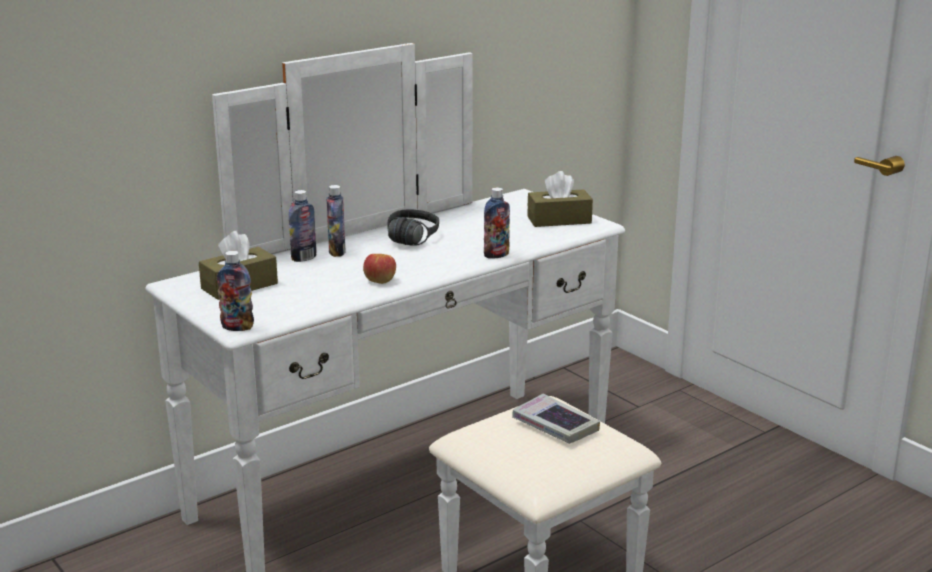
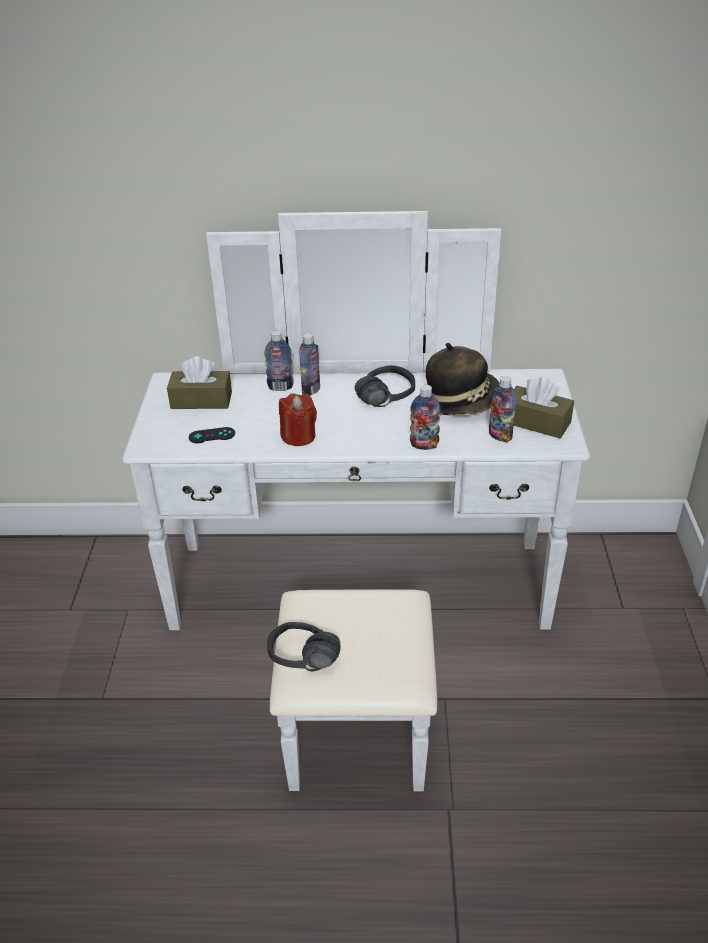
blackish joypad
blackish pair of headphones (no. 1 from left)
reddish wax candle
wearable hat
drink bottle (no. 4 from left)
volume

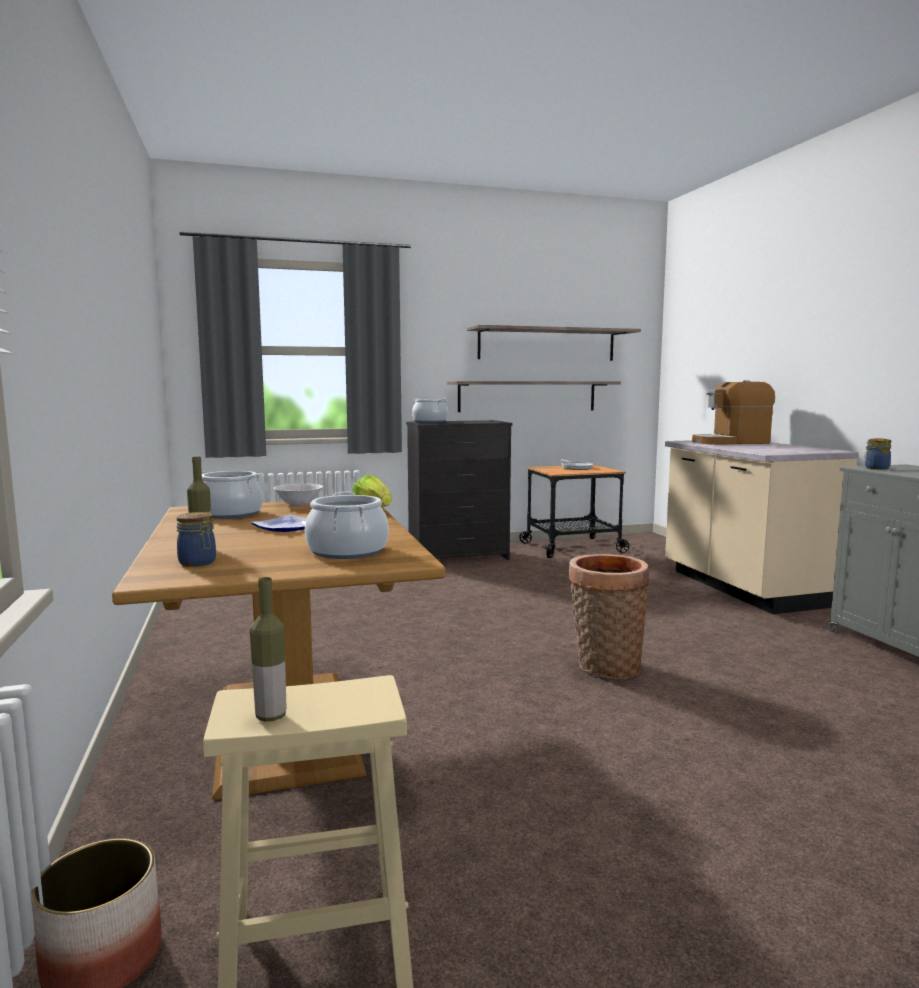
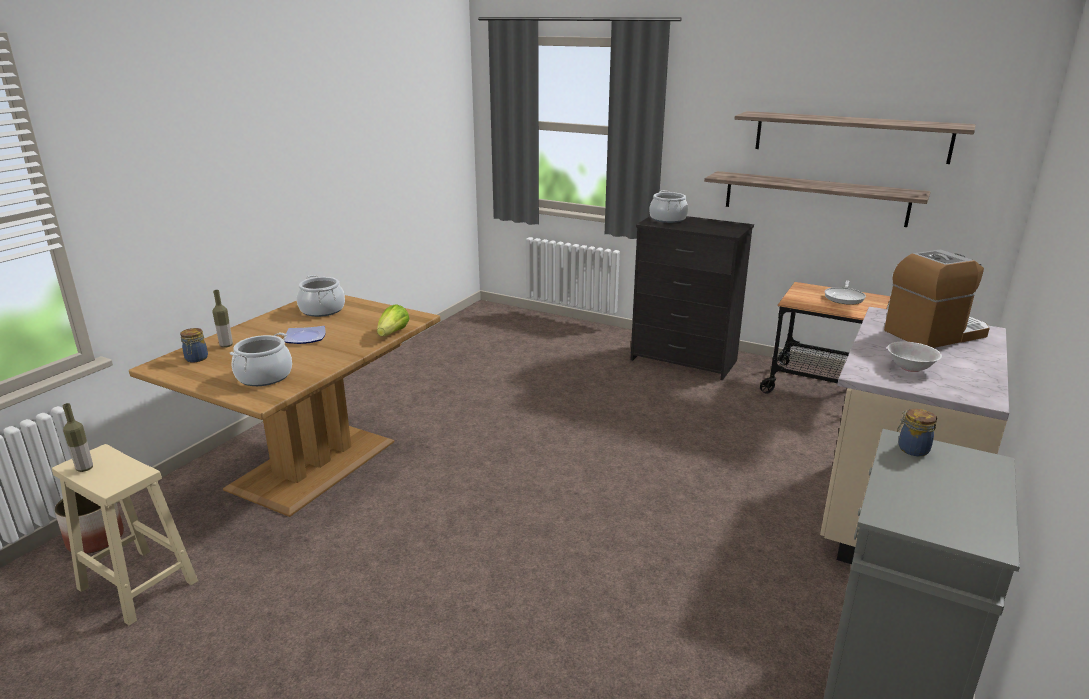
coffee maker
whitish serving bowl
household basket

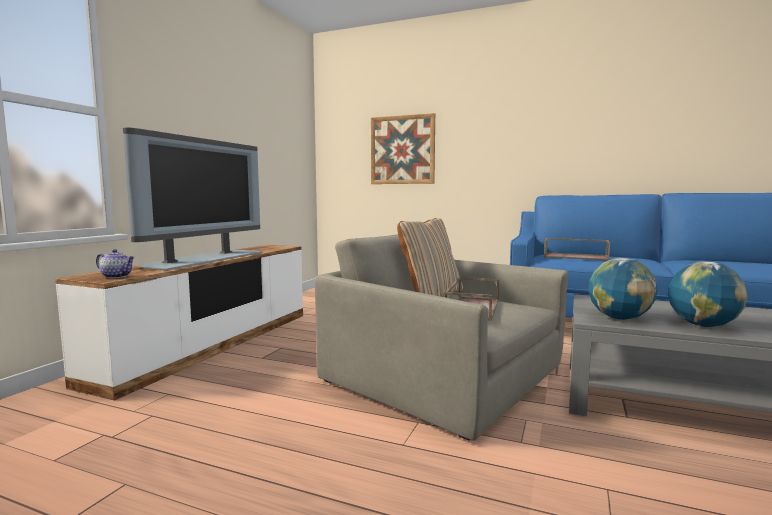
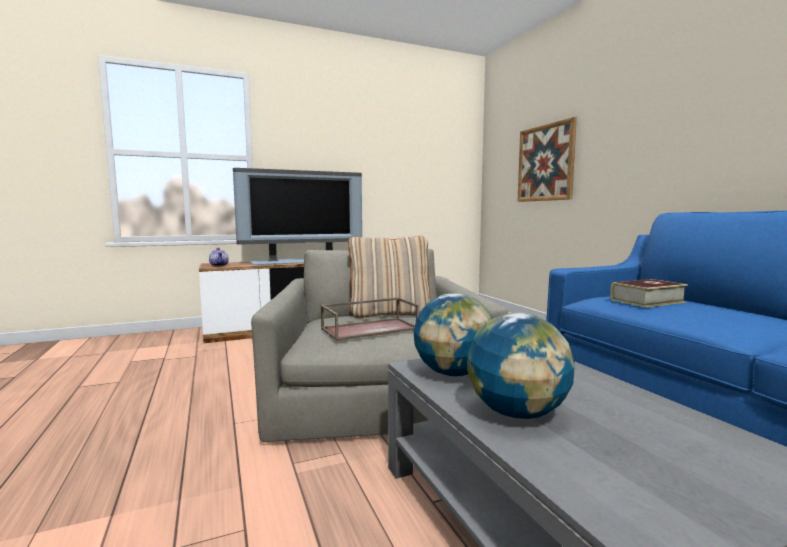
volume

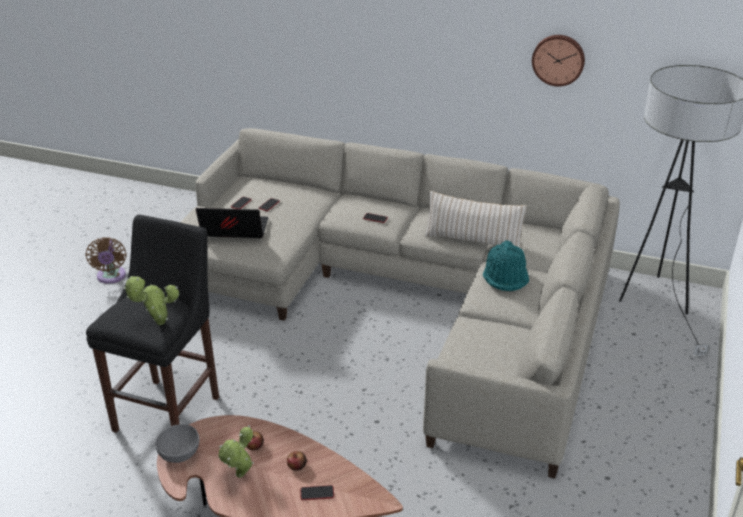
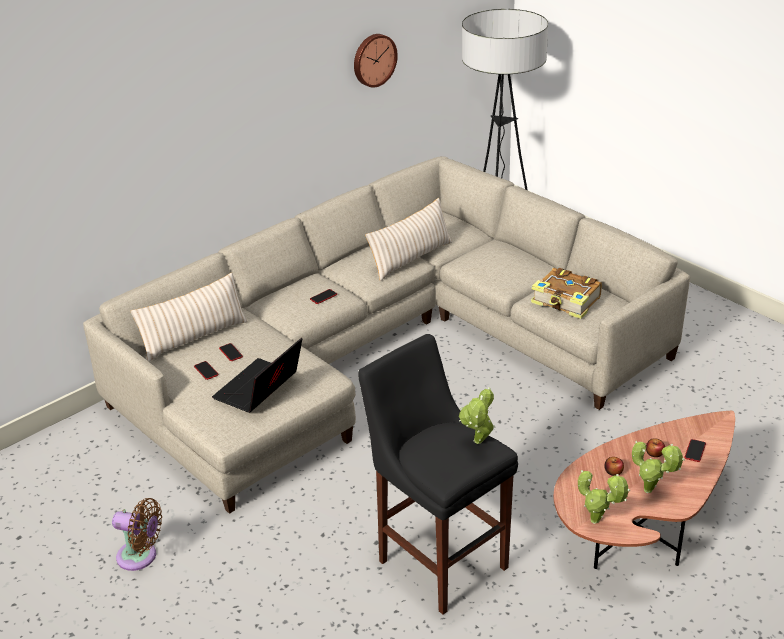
beige-coloured cushion (no. 1 from left)
volume
houseplant (no. 2 from left)
turquoise-coloured wearable hat

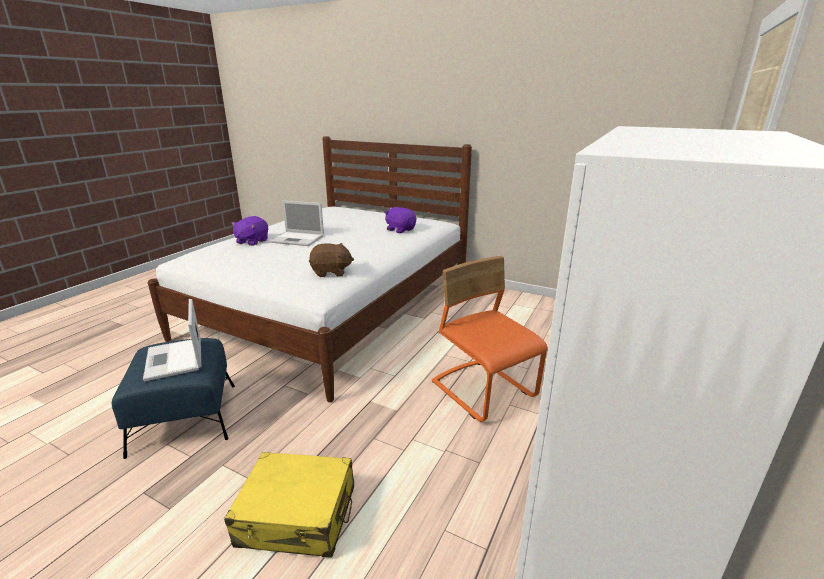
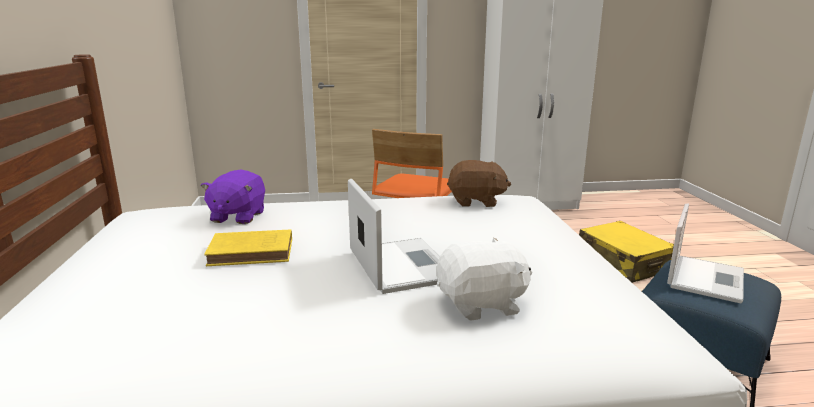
yellow volume
whitish soft toy
brown soft toy

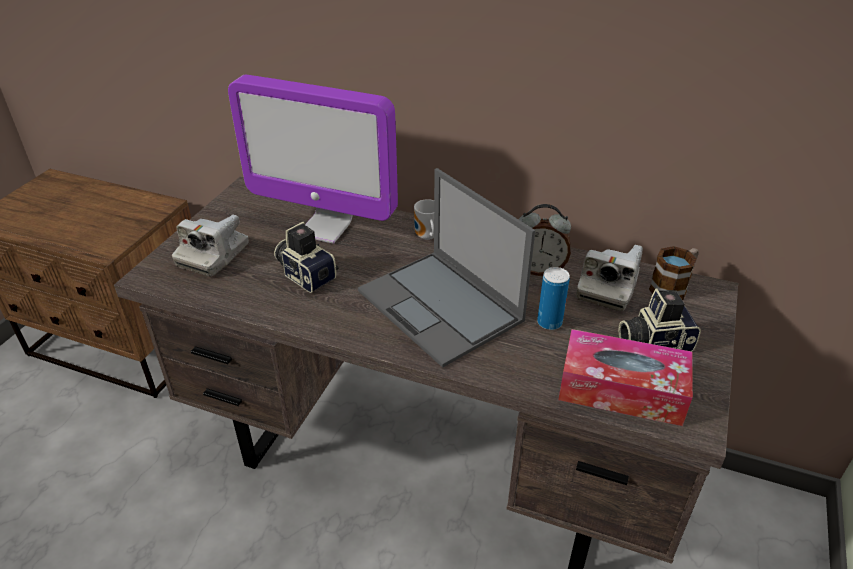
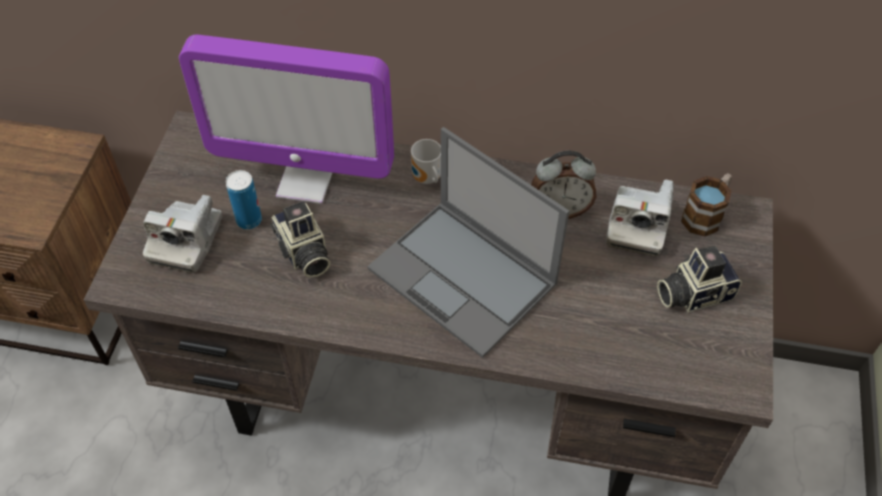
sealed can
still camera (no. 2 from left)
box of tissues

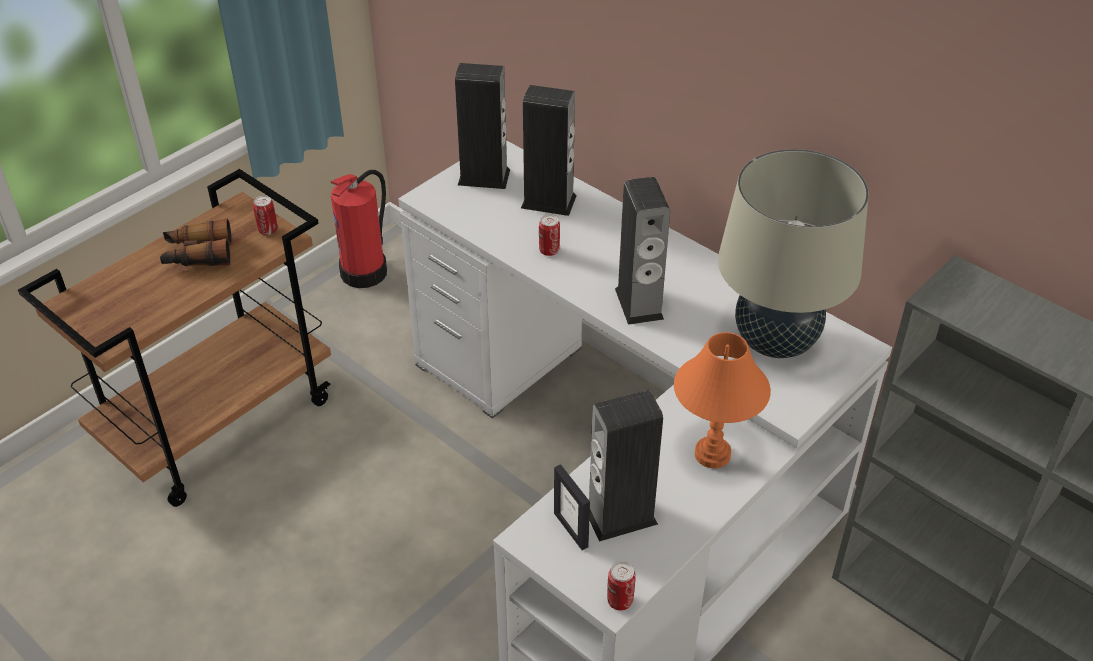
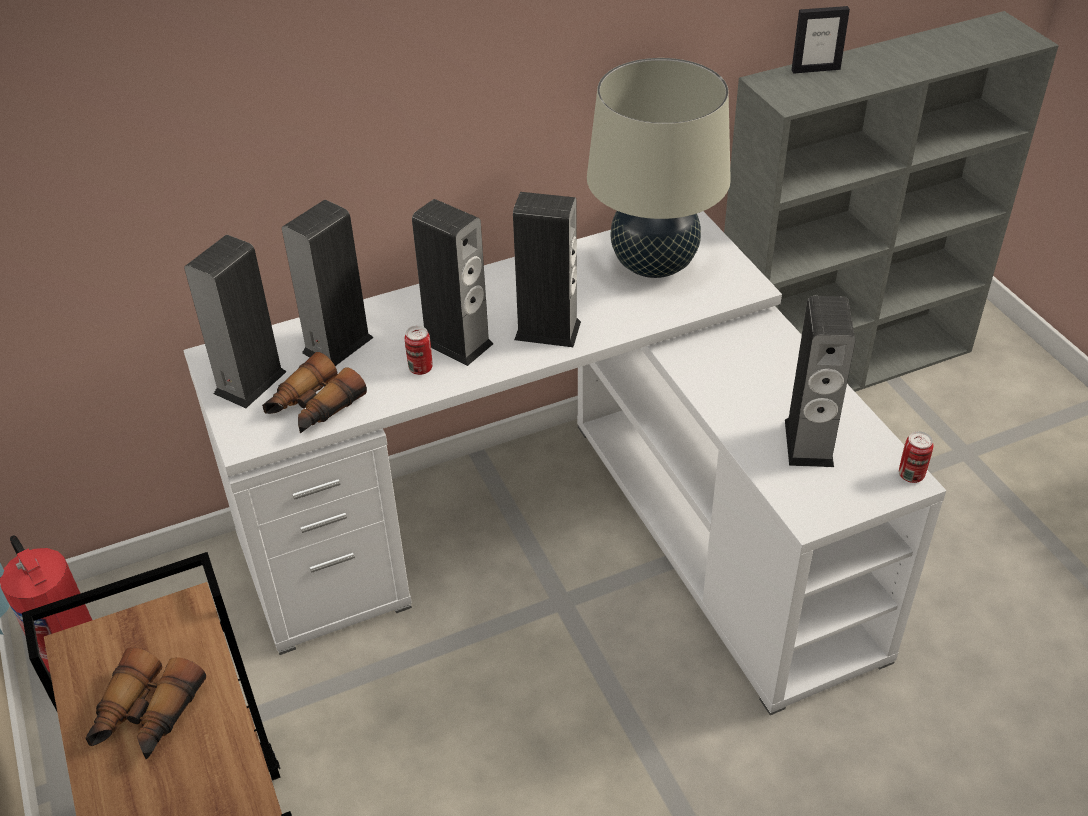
pair of binoculars (no. 2 from left)
loudspeaker (no. 3 from left)
photo frame
sealed can (no. 1 from left in the first image)
orangey tabletop lamp

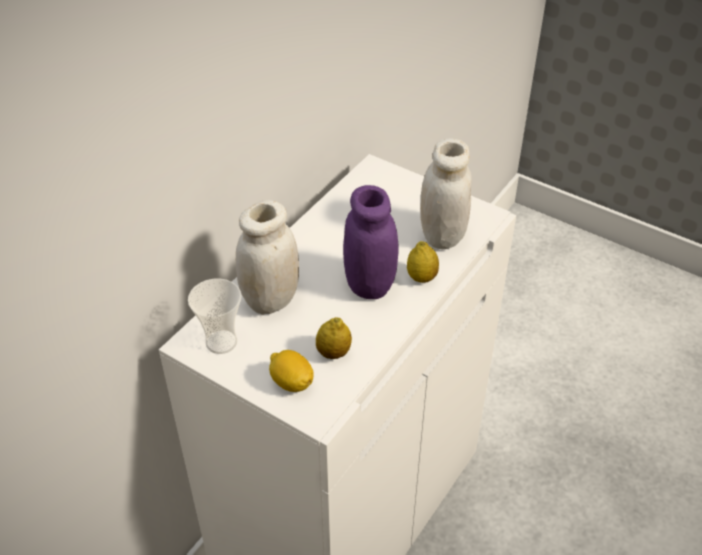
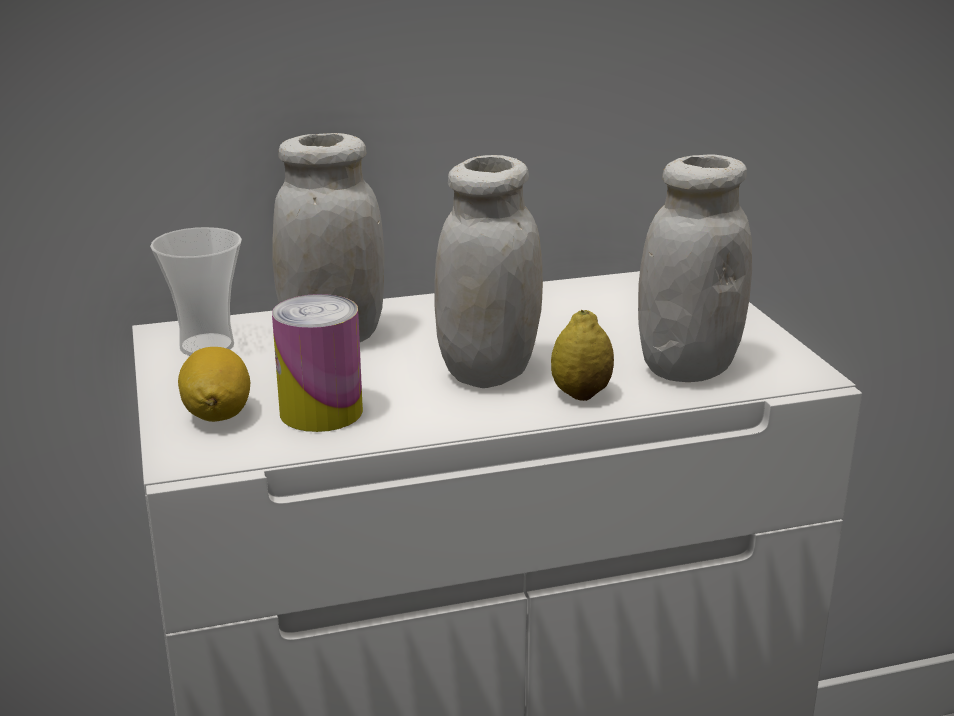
sealed can
whitish storage jar (no. 2 from left)

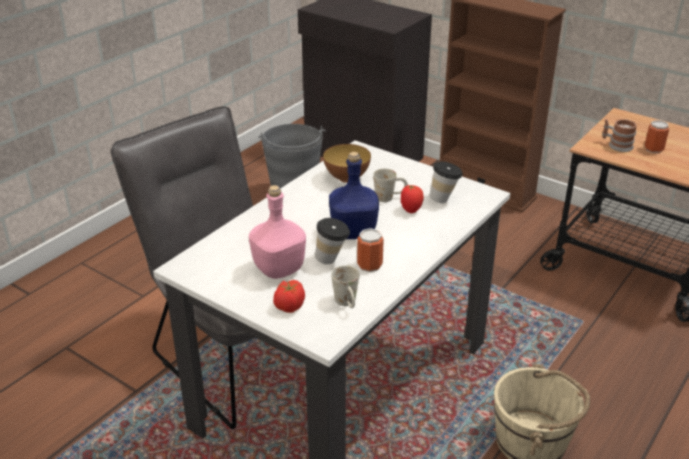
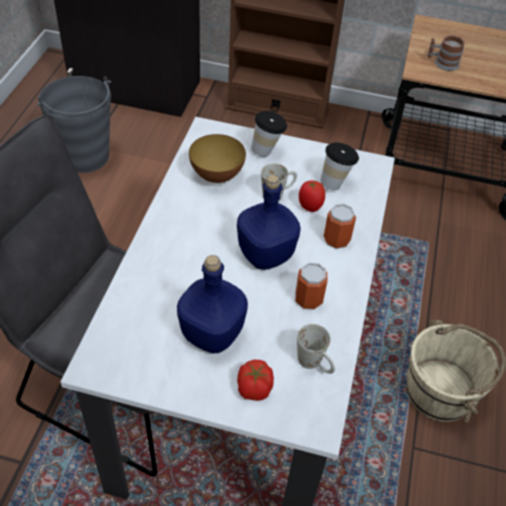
blue-coloured drink bottle (no. 1 from left)
small cup (no. 1 from left)
sealed can (no. 2 from left)

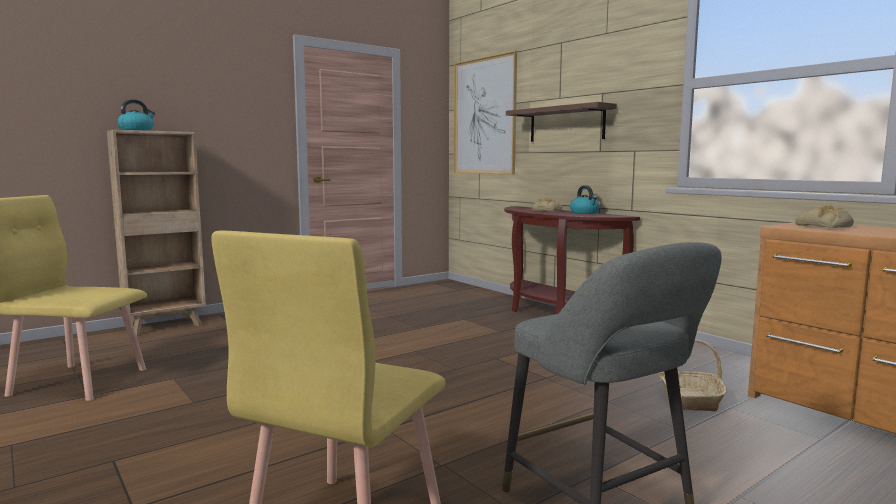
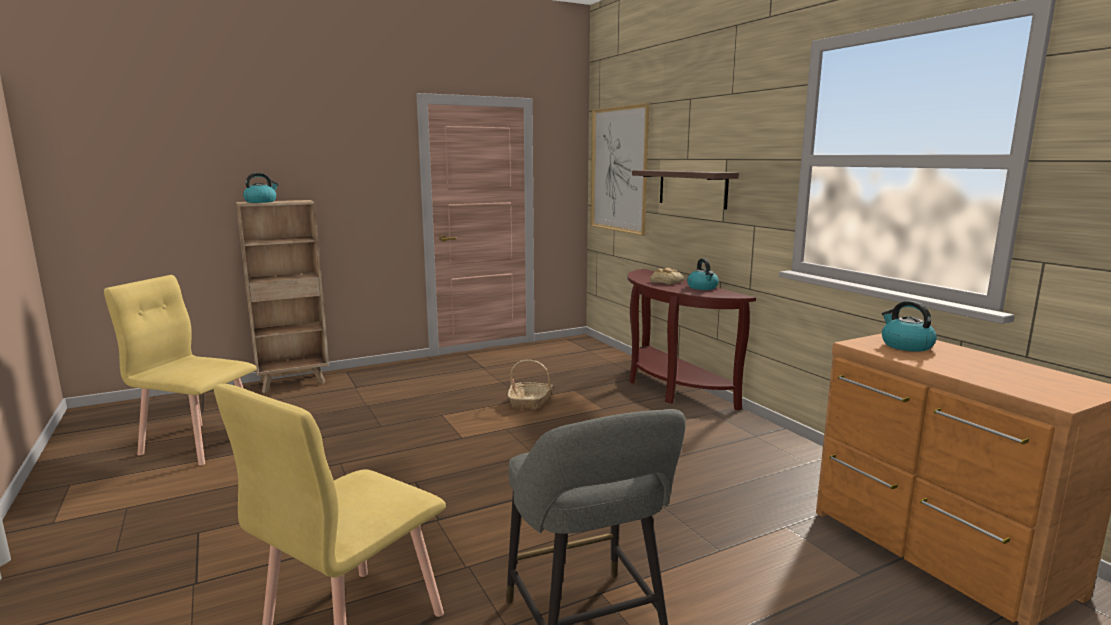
household basket
kettle (no. 3 from left)

